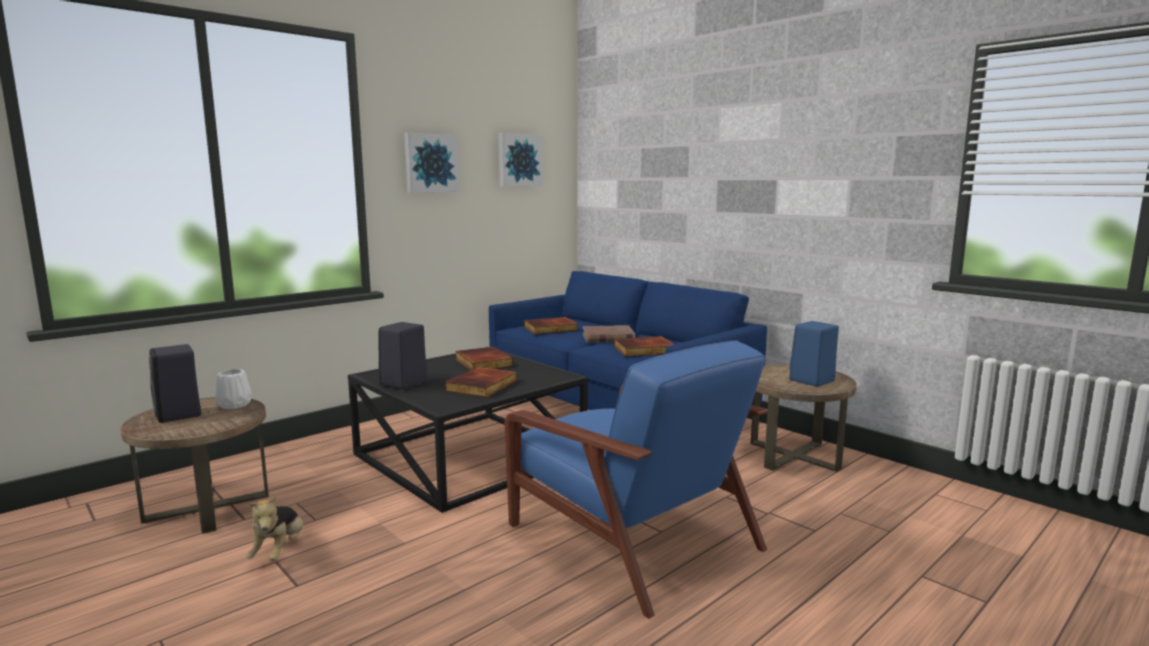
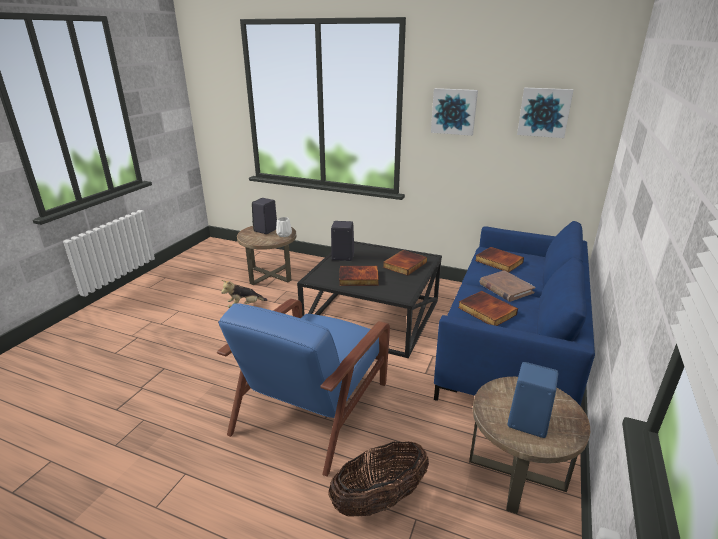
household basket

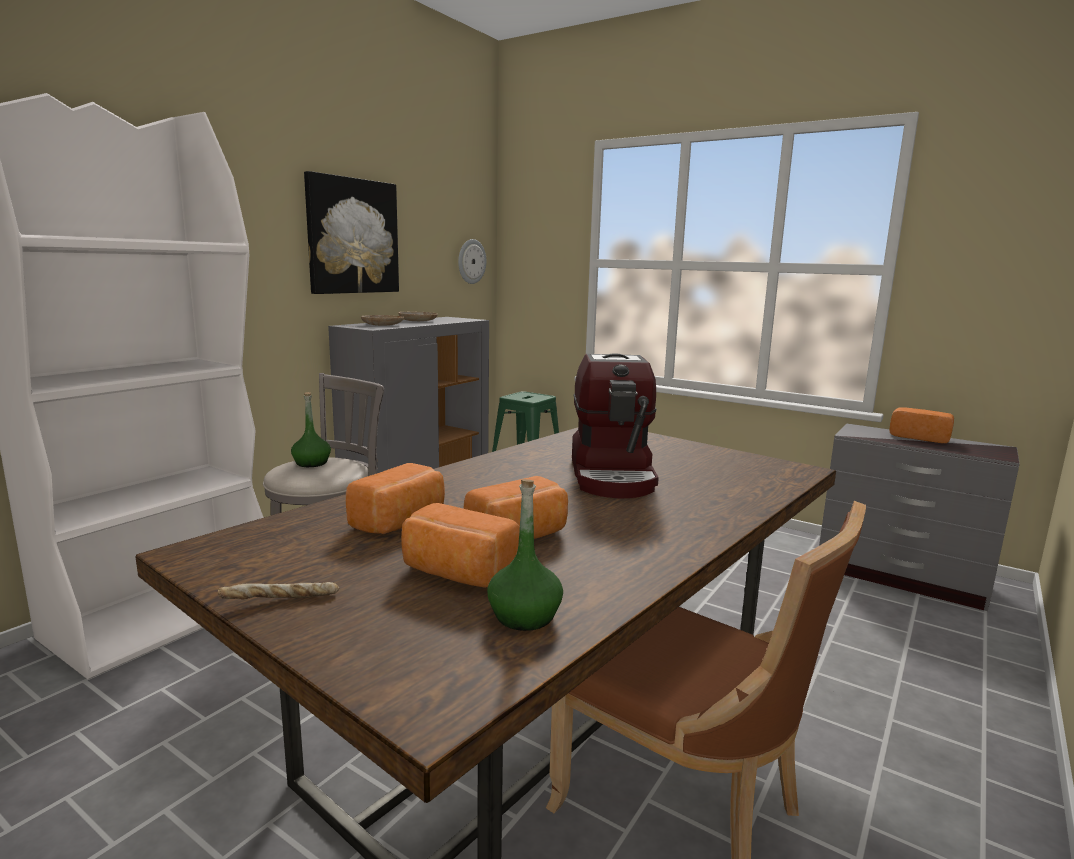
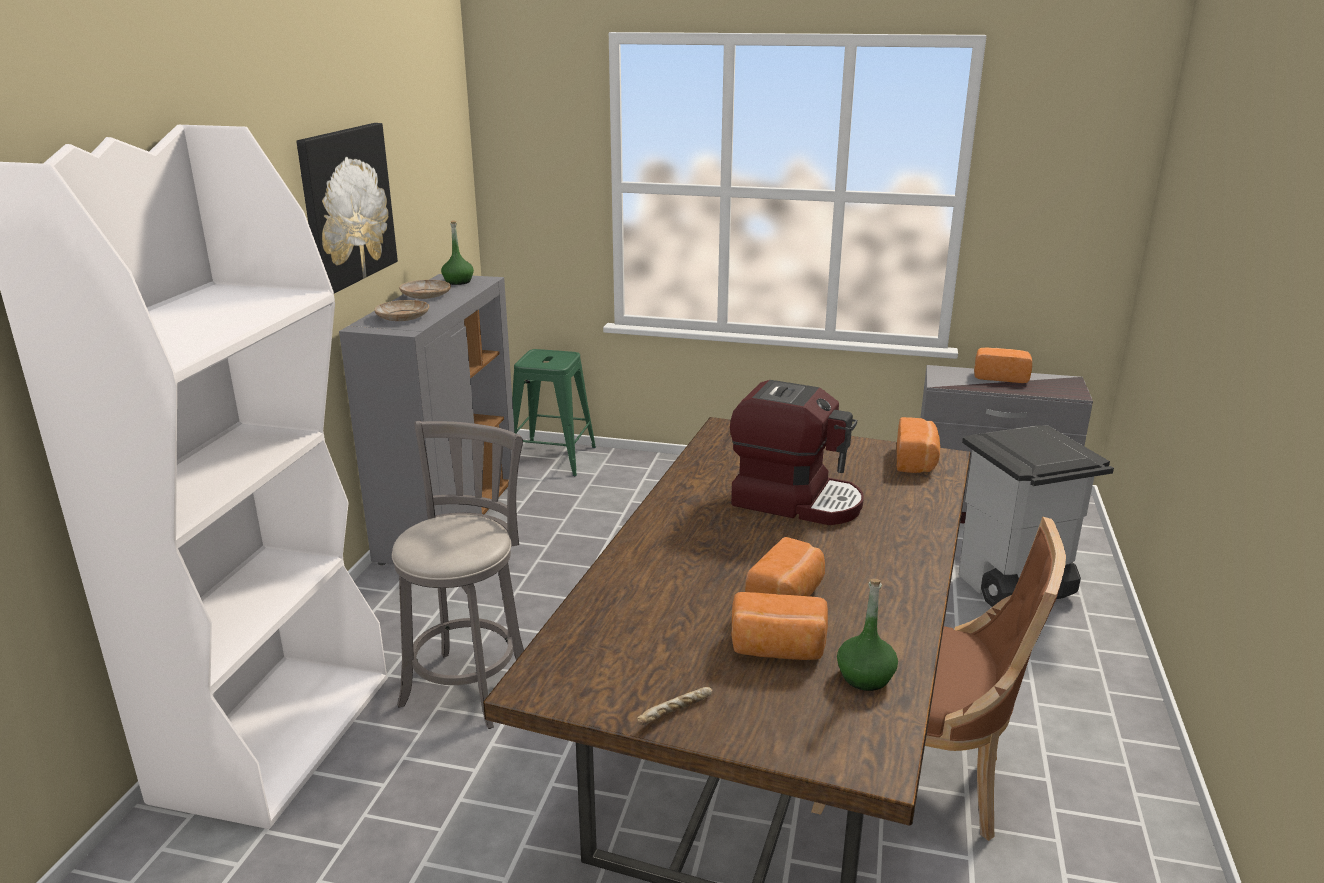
greenish drink bottle (no. 1 from left)
coffee maker
baked bread (no. 4 from left)
greyish waste bin
clock on the wall

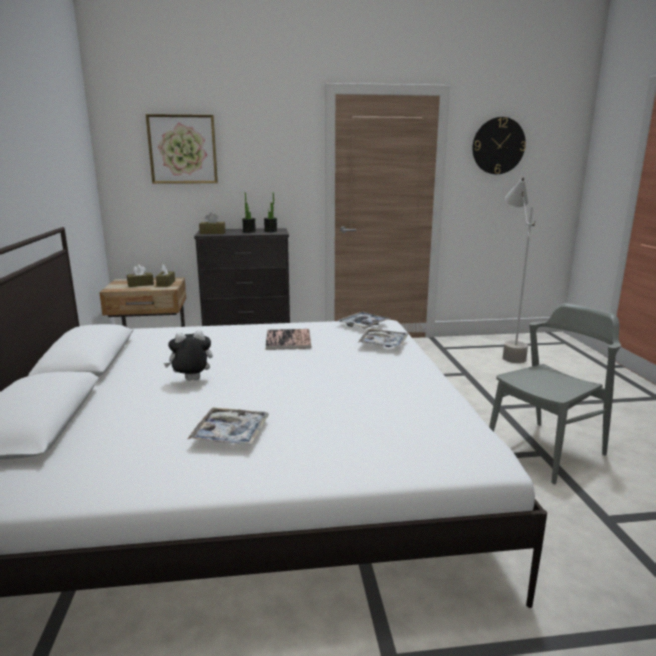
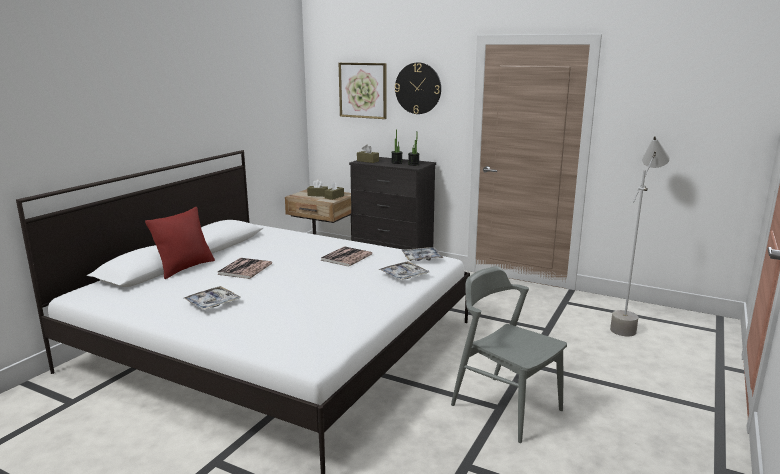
reddish cushion
volume (no. 1 from left)
clock on the wall
greyish upright chair

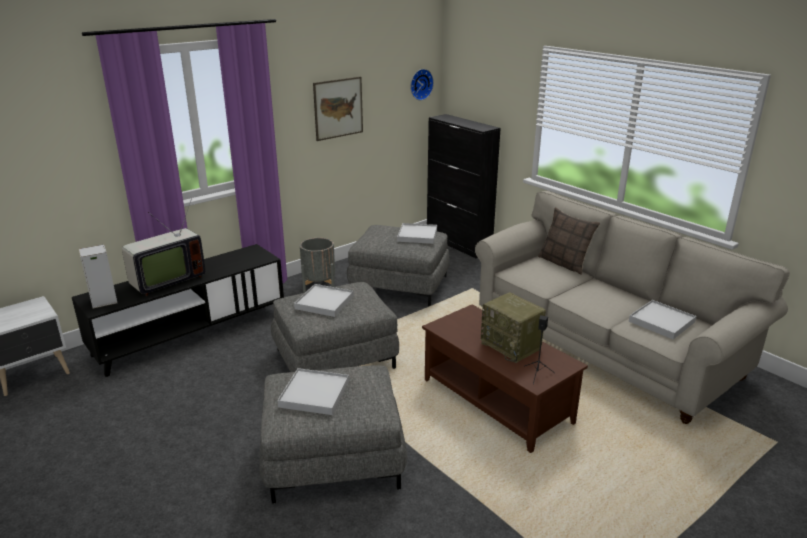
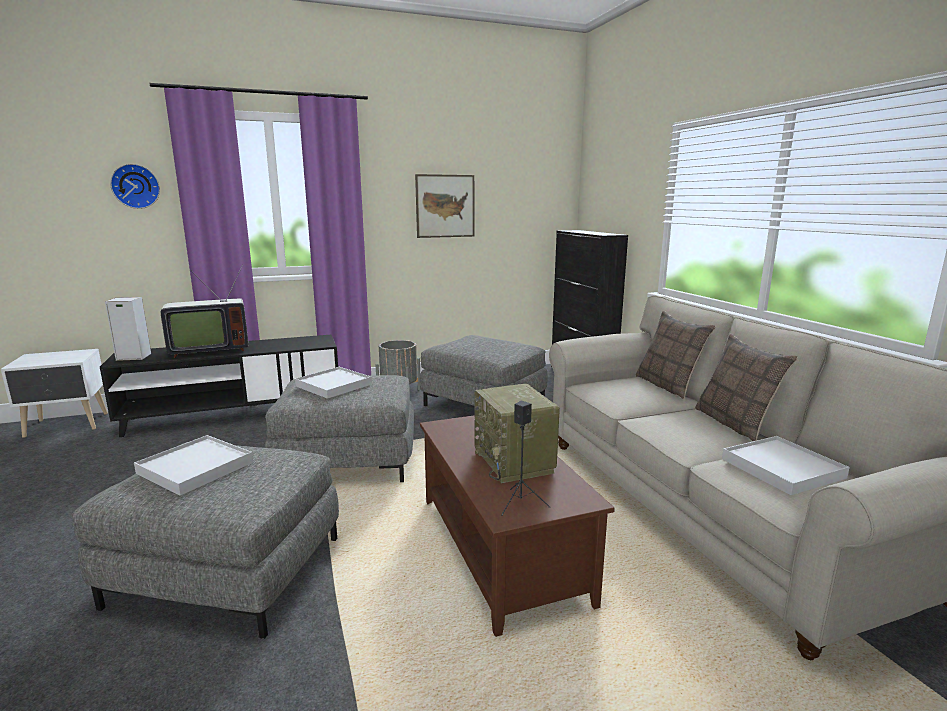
clock on the wall
cushion (no. 2 from left)
whitish serving tray (no. 3 from left in the first image)

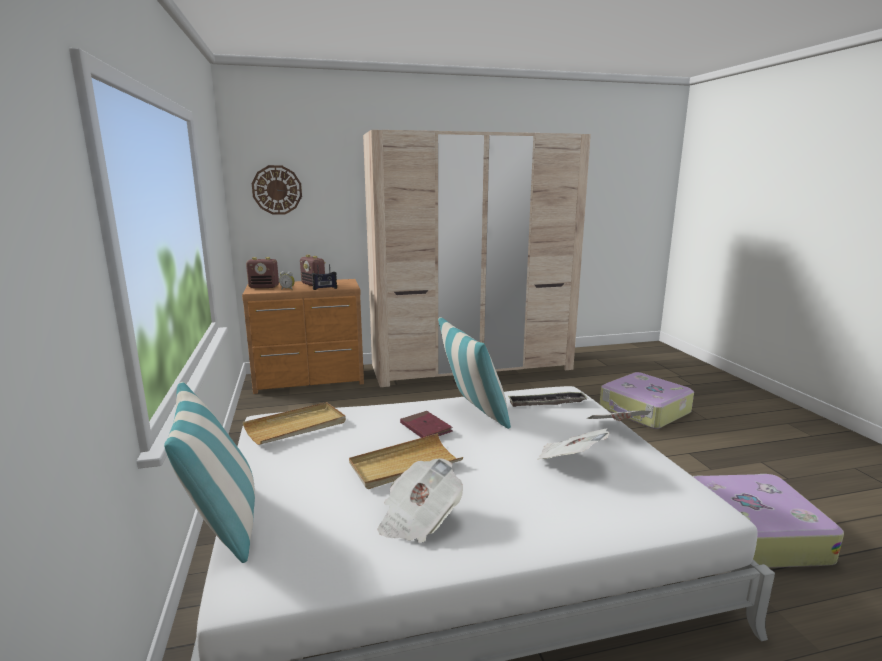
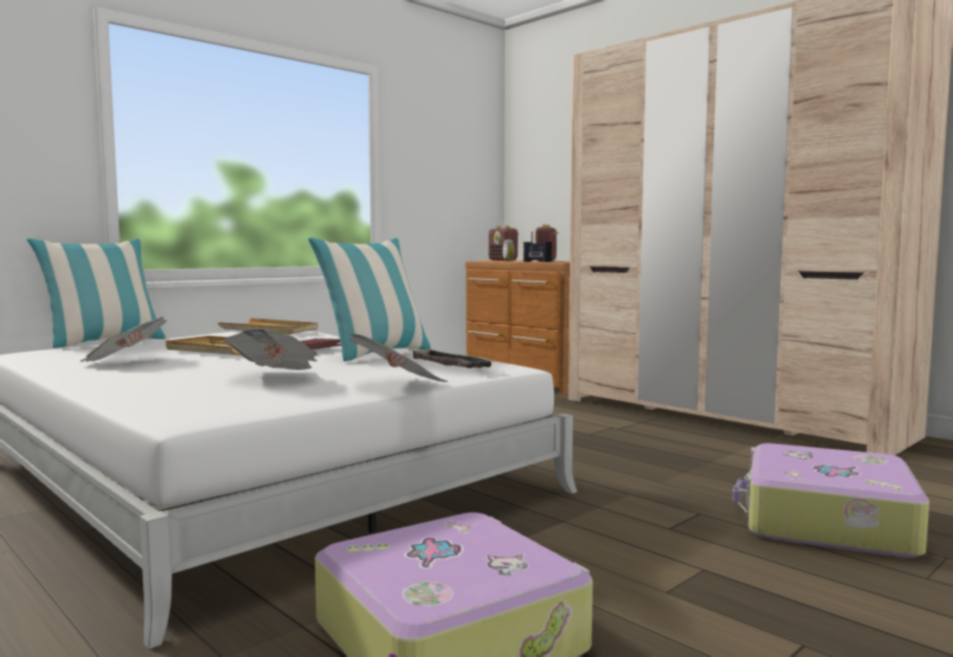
clock on the wall

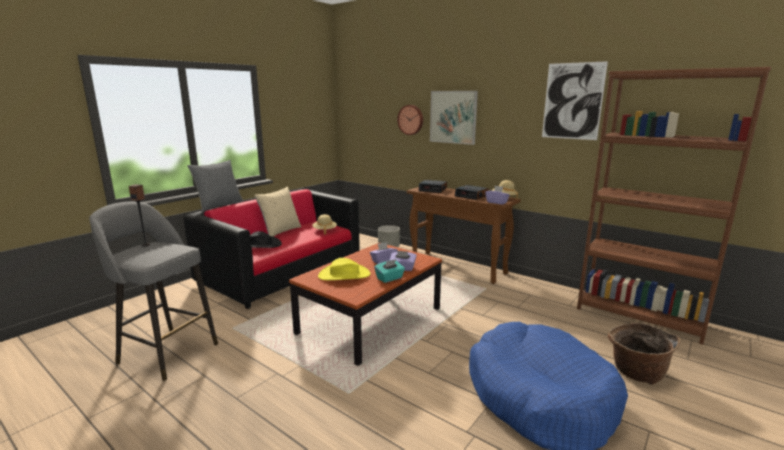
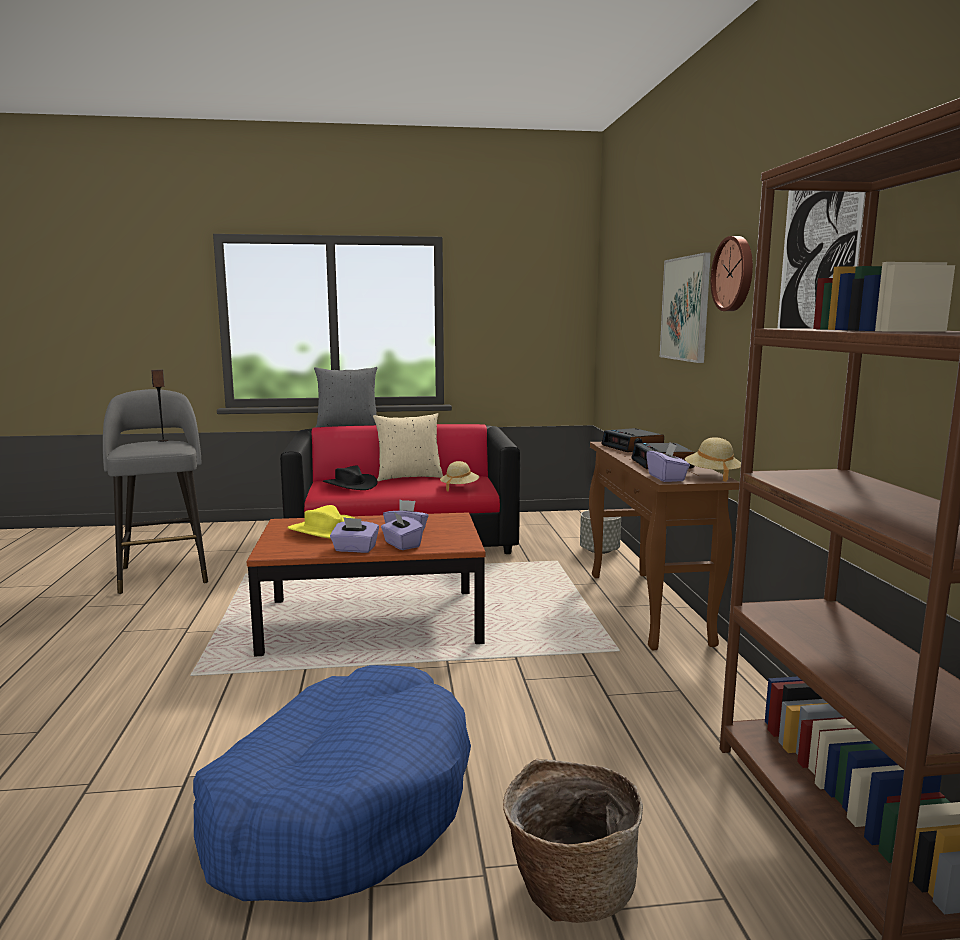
purple box of tissues (no. 1 from left)
clock on the wall

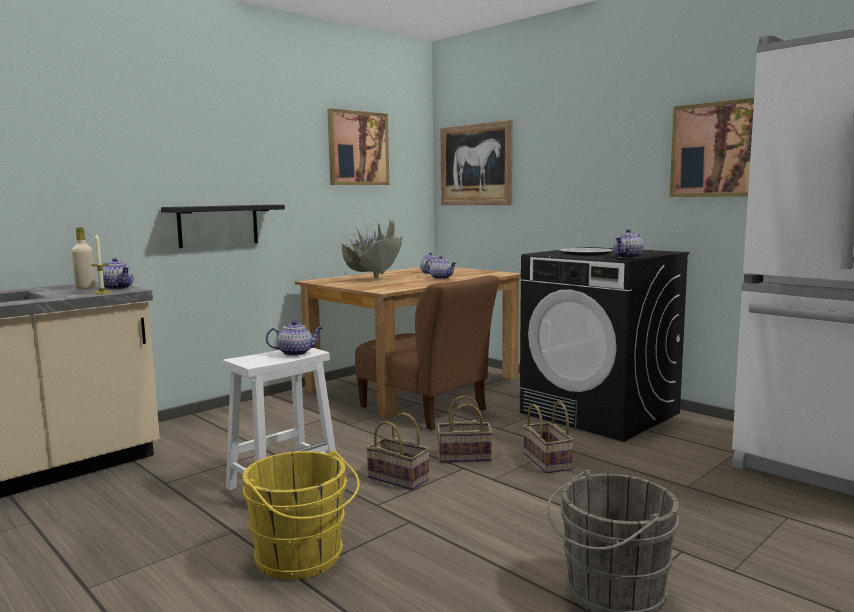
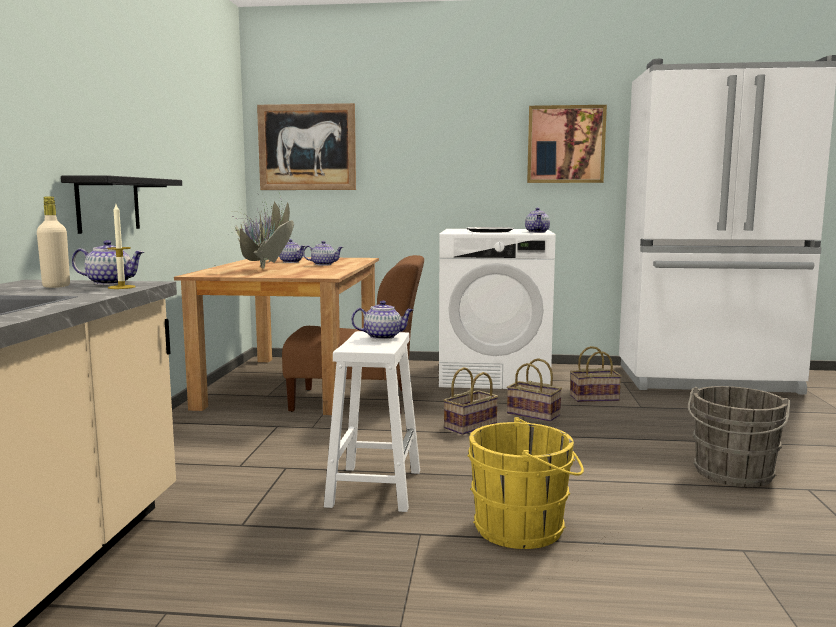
teapot (no. 4 from left)
whitish laundry appliance
household basket (no. 3 from left)
wall art (no. 1 from left in the first image)

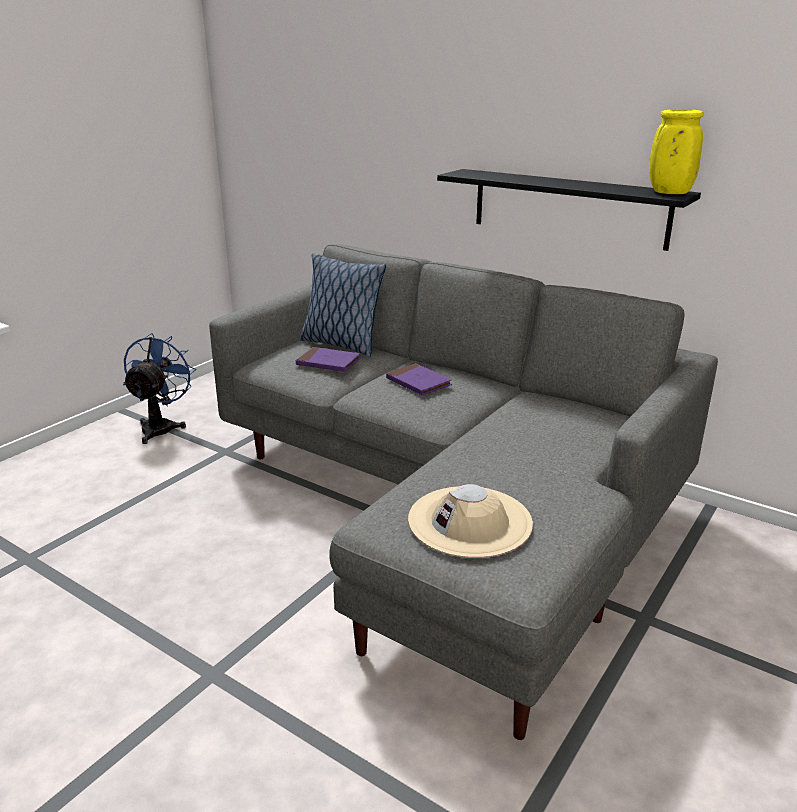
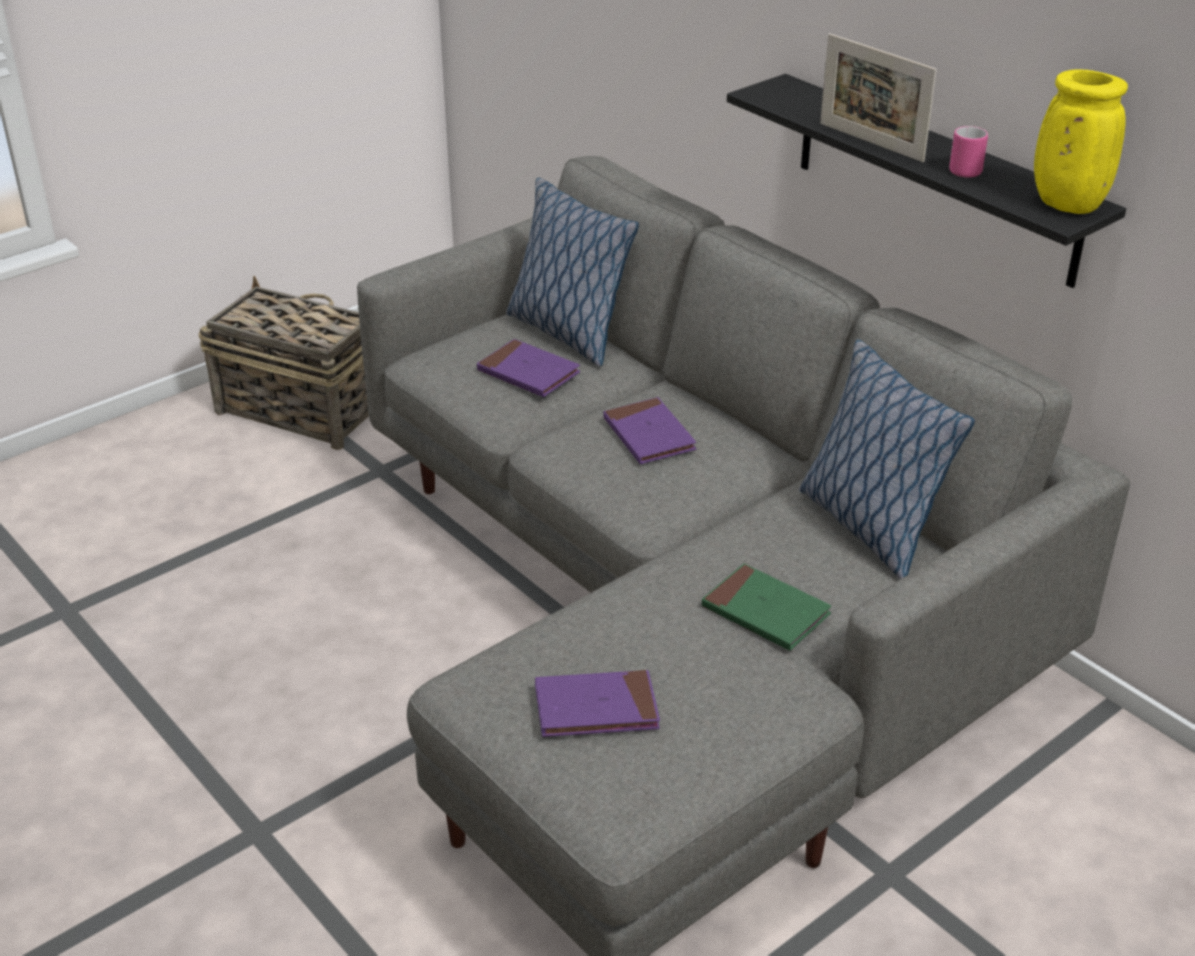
household basket
purple volume (no. 2 from left)
greenish volume
cushion (no. 2 from left)
photo frame
pink-coloured coffee mug

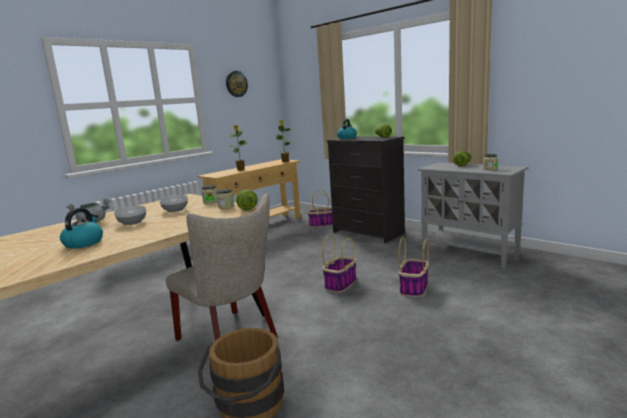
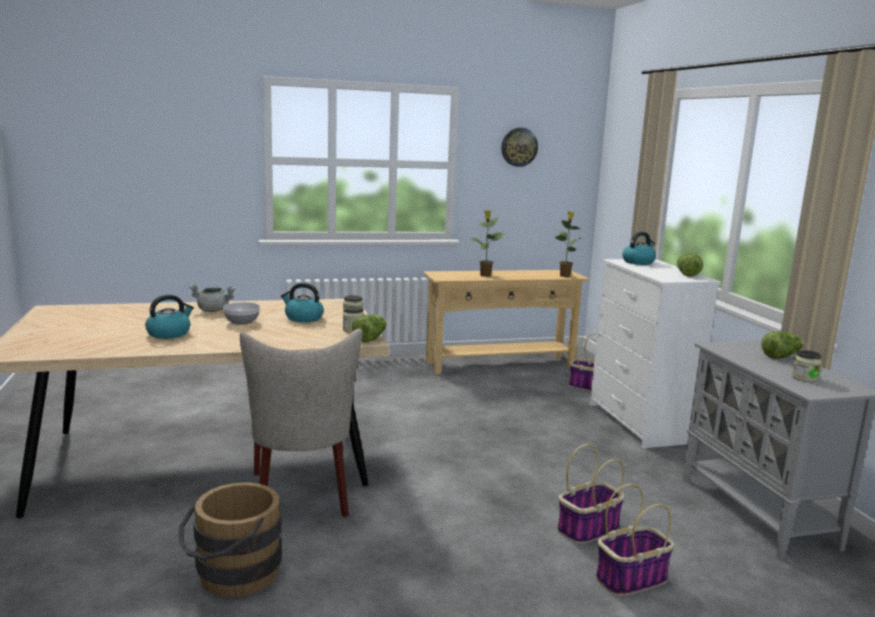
kettle (no. 2 from left)
whitish chest of drawers
household basket (no. 3 from left)

